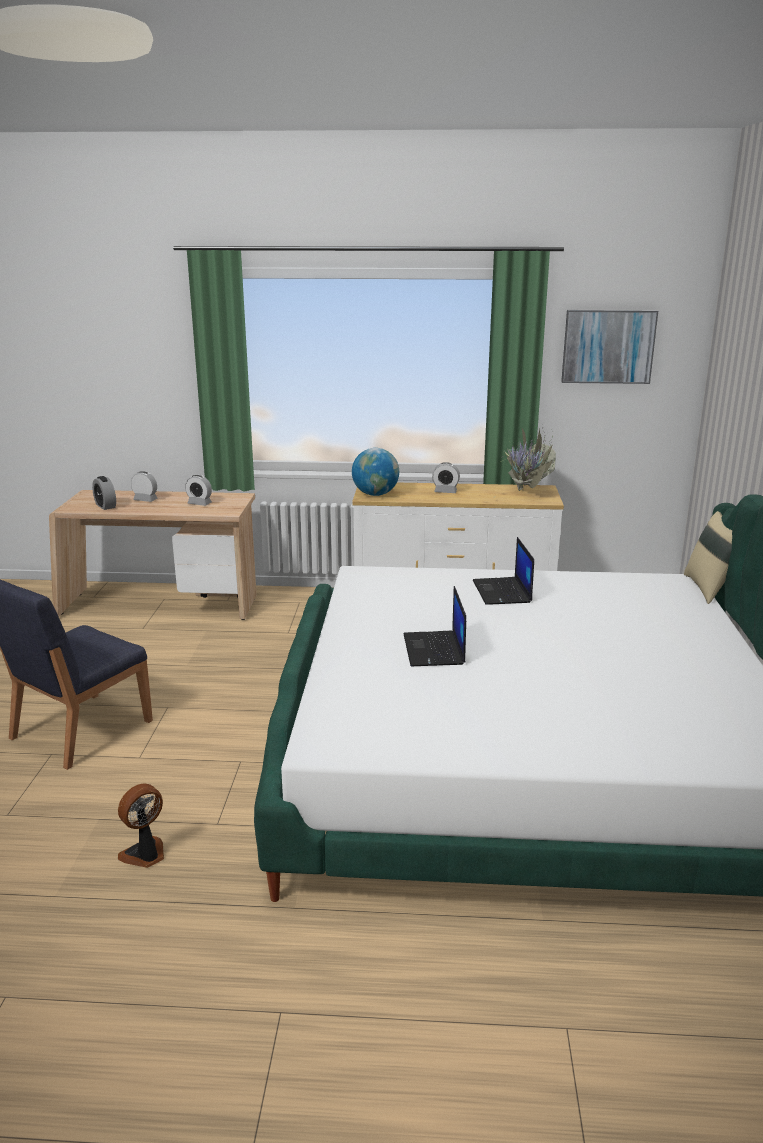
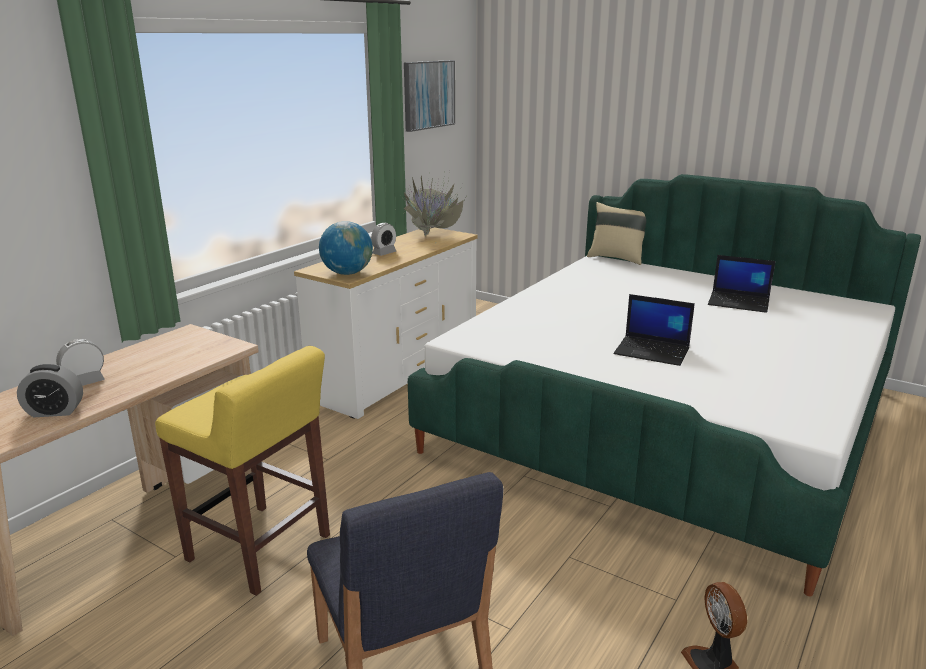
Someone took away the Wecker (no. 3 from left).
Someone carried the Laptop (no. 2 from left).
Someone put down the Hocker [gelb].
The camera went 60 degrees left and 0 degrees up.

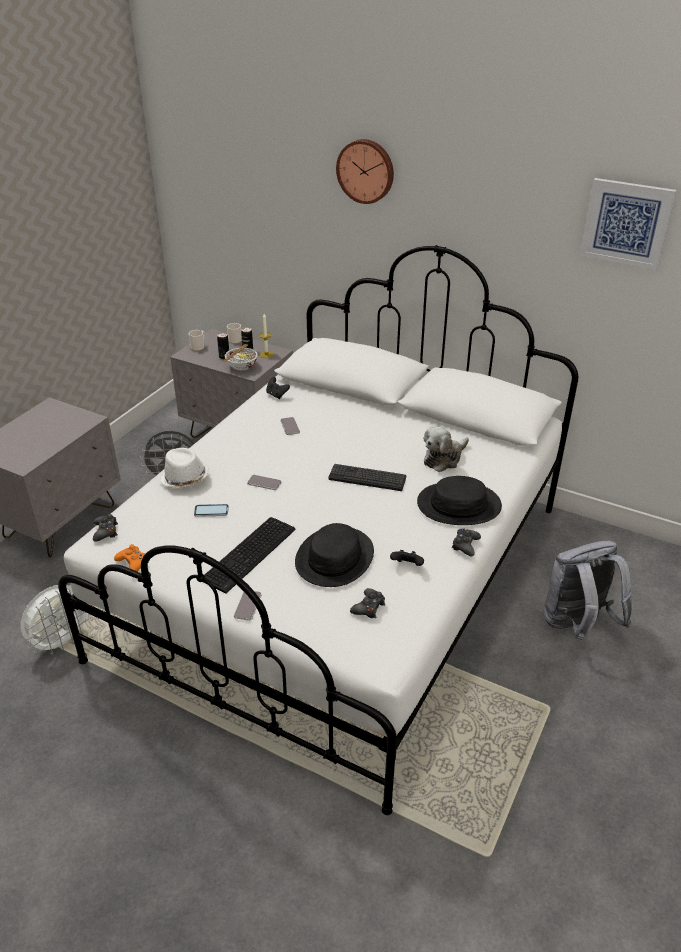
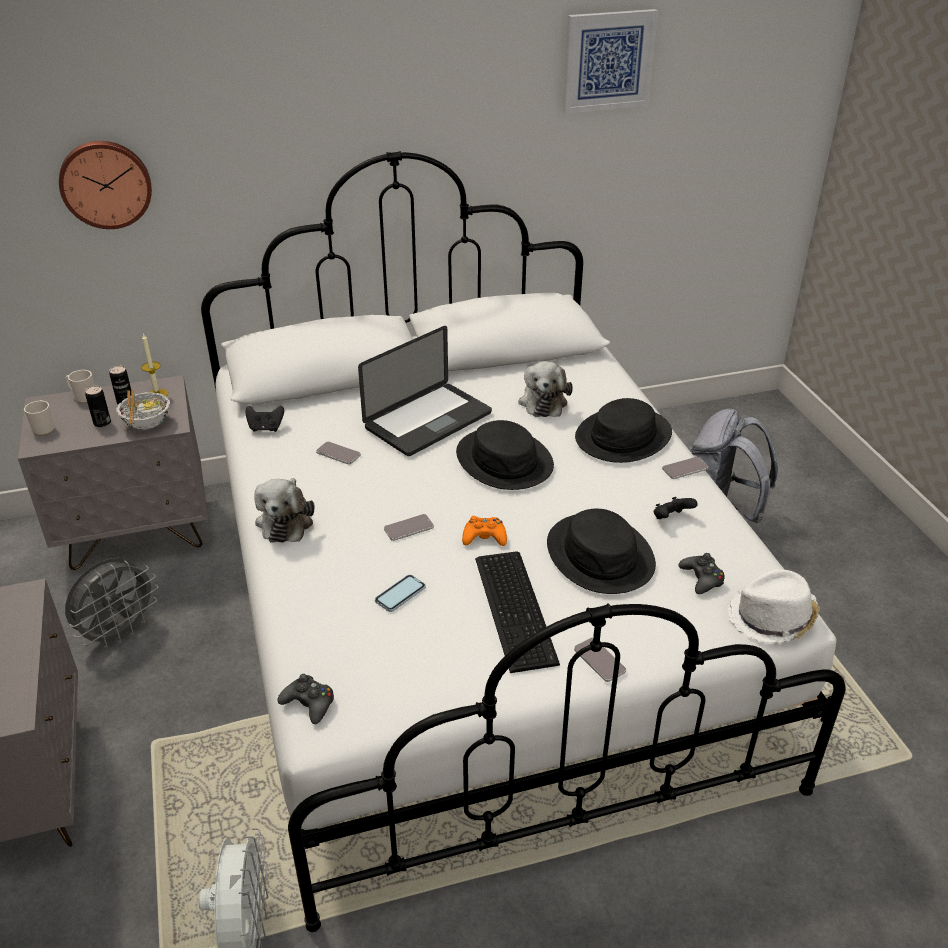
Someone carried the Wanduhr.
Someone carried the Hut [weiß].
Someone swapped the Tastatur (no. 2 from left) for the Hut [schwarz] (no. 1 from left).
Someone swapped the Gamepad [schwarz] (no. 5 from left) for the Handy (no. 5 from left).
Someone carried the Gamepad [orange].
Someone put down the Laptop.
Someone put down the Plüschtier (no. 1 from left).
The camera went 45 degrees left and 0 degrees up.

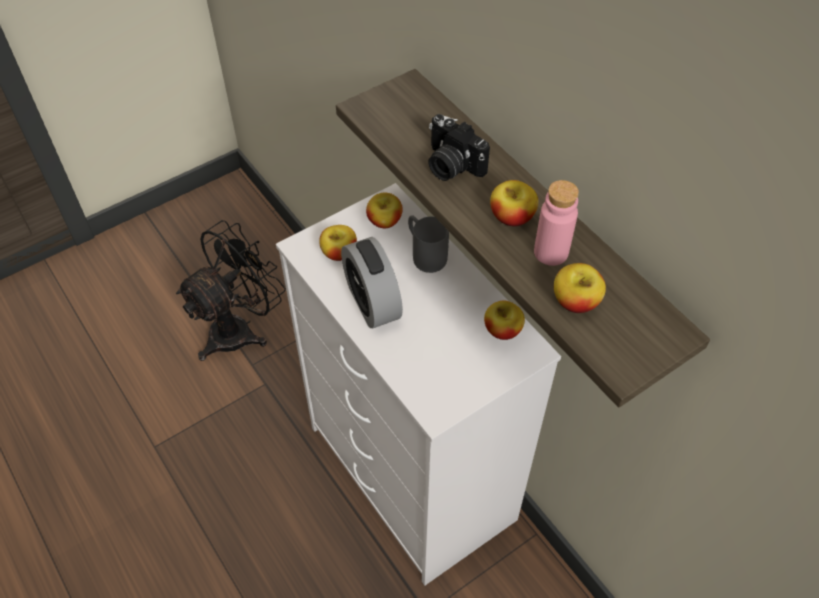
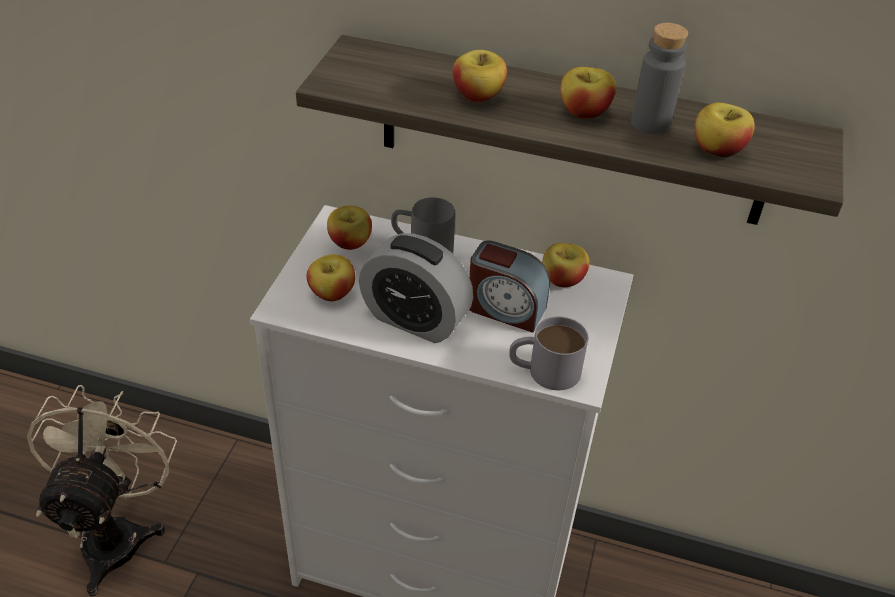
Someone swapped the Kamera for the Apfel (no. 3 from left).
Someone repainted the Flasche [rosa], which became the Flasche [grau].
Someone repainted the Ventilator [schwarz], which became the Ventilator [beige].
Someone put down the Wecker (no. 2 from left).
Someone put down the Henkelbecher [grau] (no. 2 from left).
The camera went 40 degrees left and 10 degrees down.

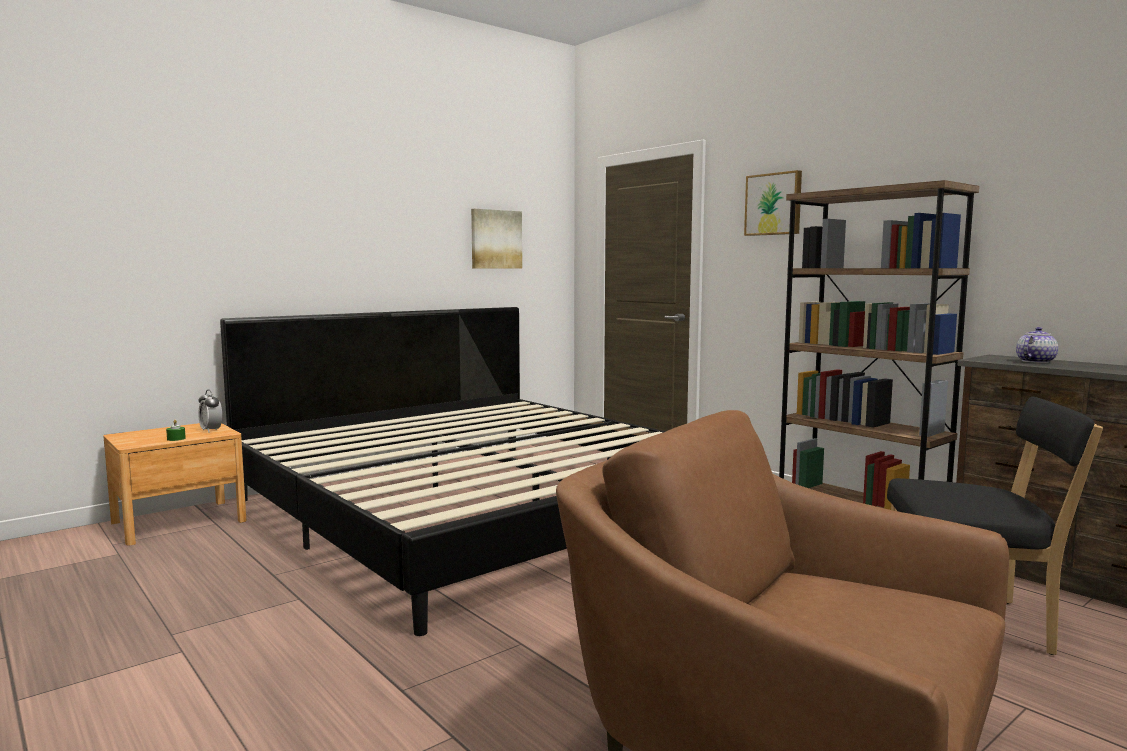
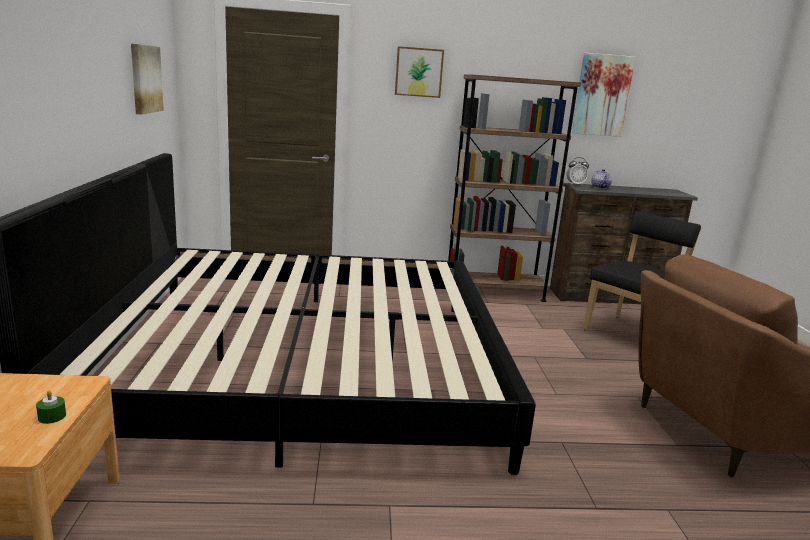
Someone carried the Wecker.
Someone put up the Bild (no. 3 from left).
The camera went 55 degrees left and 10 degrees up.

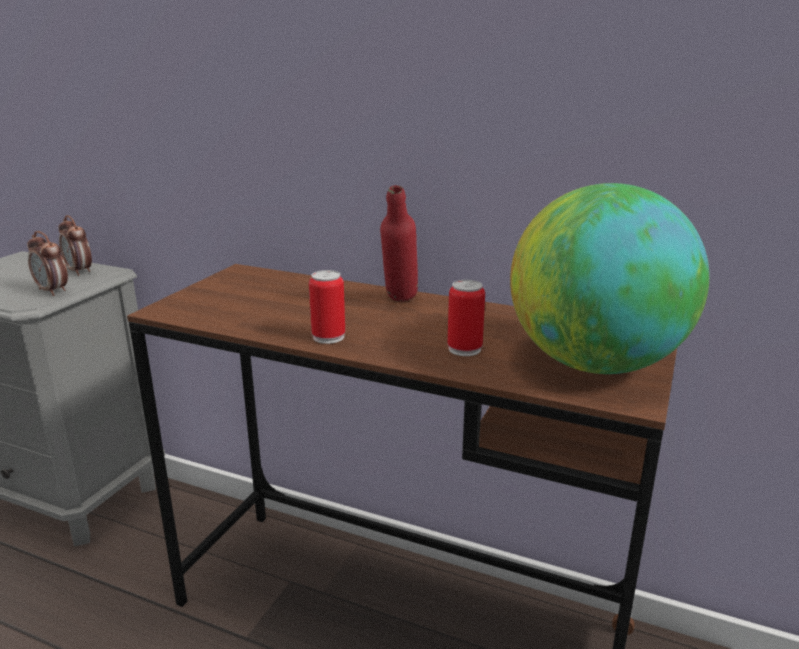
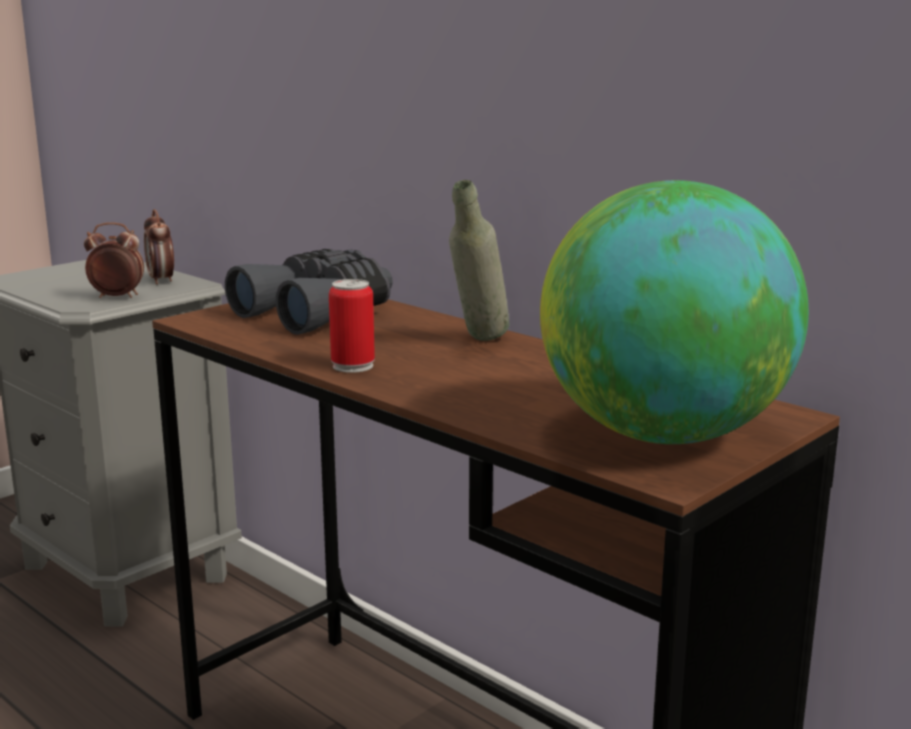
Someone repainted the Flasche [rot], which became the Flasche [grau].
Someone rotated the Wecker (no. 1 from left) by 120 degrees clockwise.
Someone took away the Dose (no. 2 from left).
Someone put down the Fernglas [grau].
The camera went 20 degrees right and 5 degrees down.

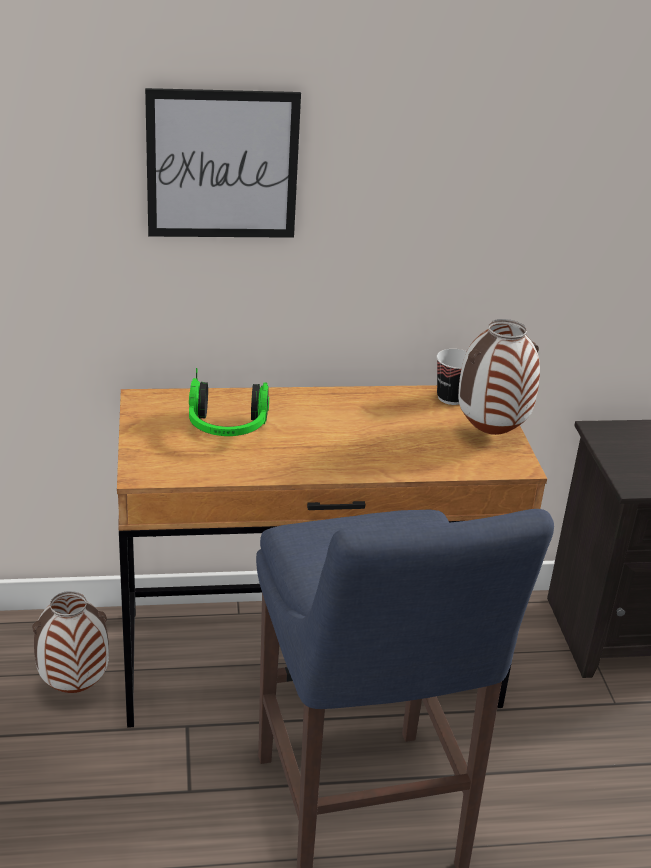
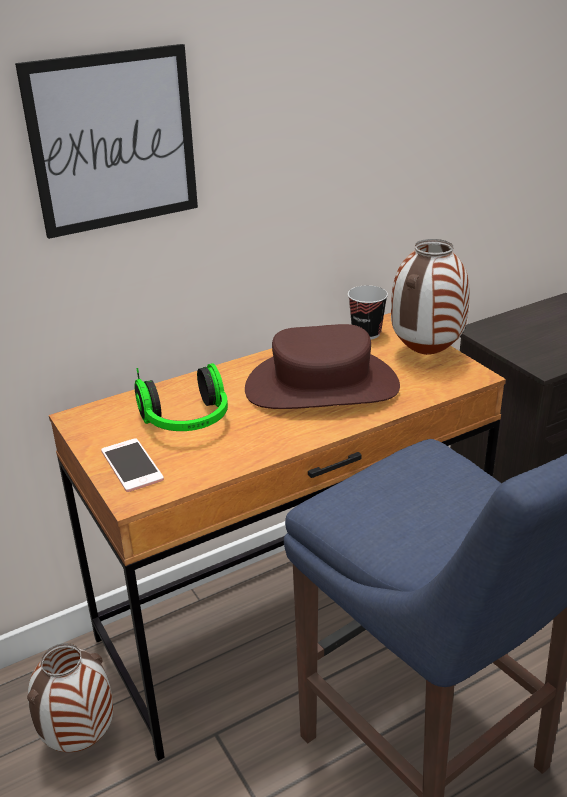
Someone put down the Hut [braun].
Someone put down the Handy.
The camera went 20 degrees left and 0 degrees up.

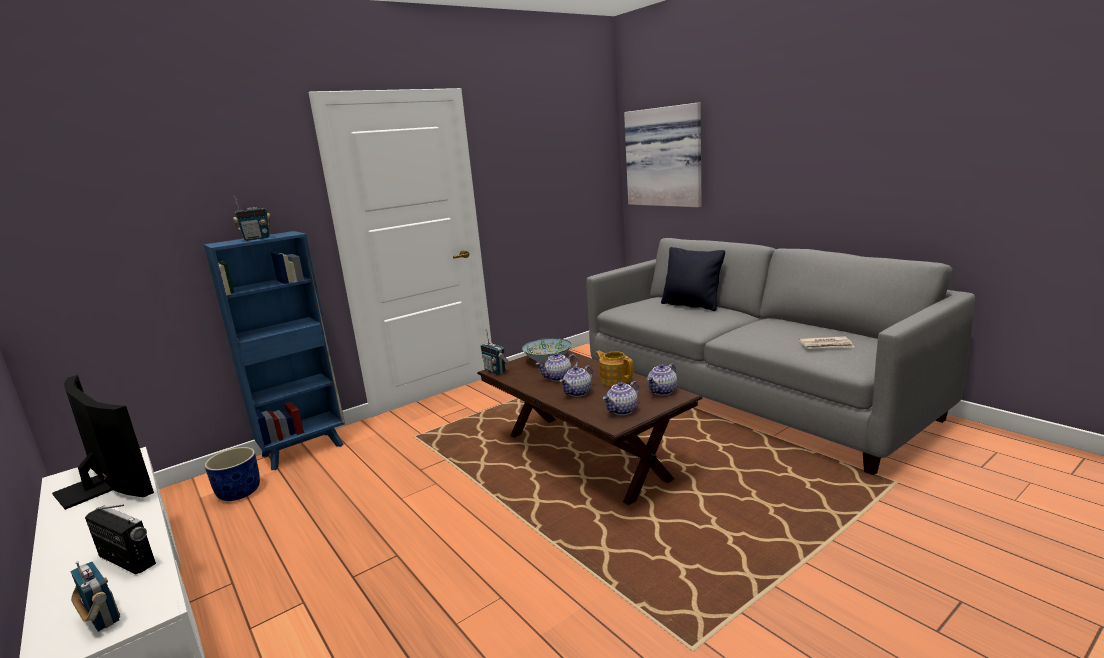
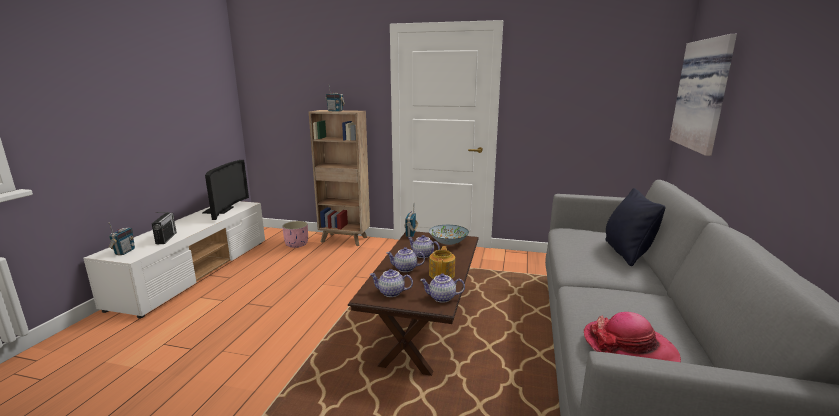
Someone repainted the Bücherregal [blau], which became the Bücherregal [braun].
Someone swapped the Zeitung for the Hut.
Someone repainted the Pflanzkübel [blau], which became the Pflanzkübel [rosa].
The camera went 50 degrees right and 0 degrees up.

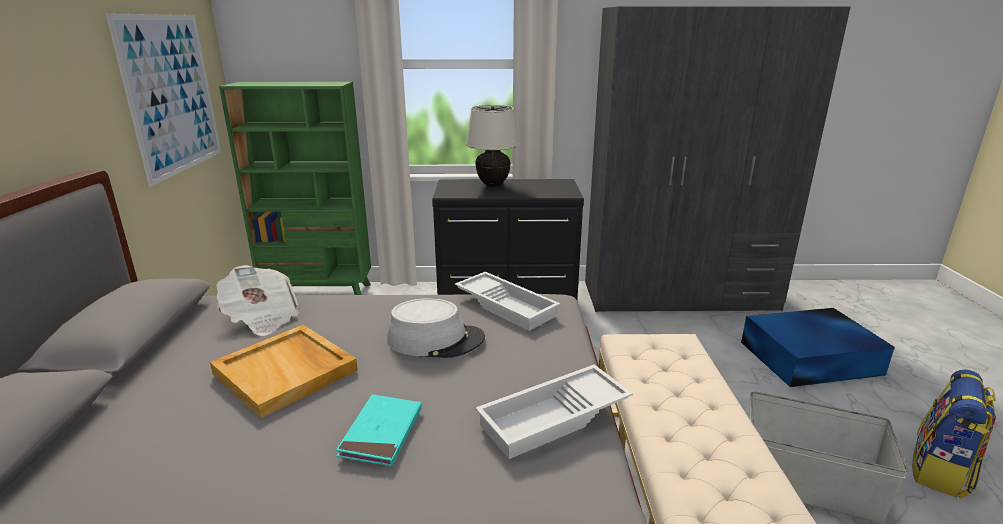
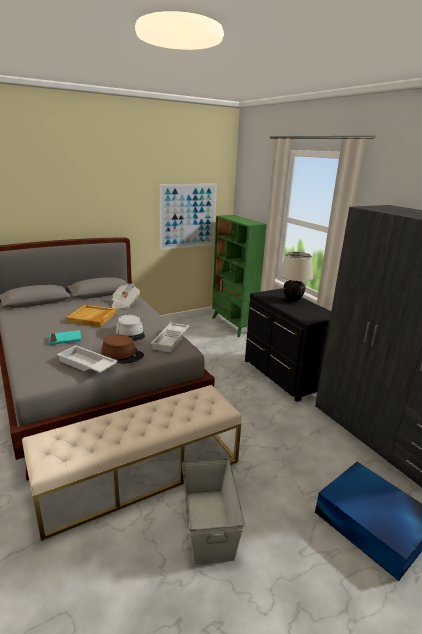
Someone took away the Rucksack.
Someone put down the Hut [braun].
The camera went 60 degrees right and 0 degrees up.

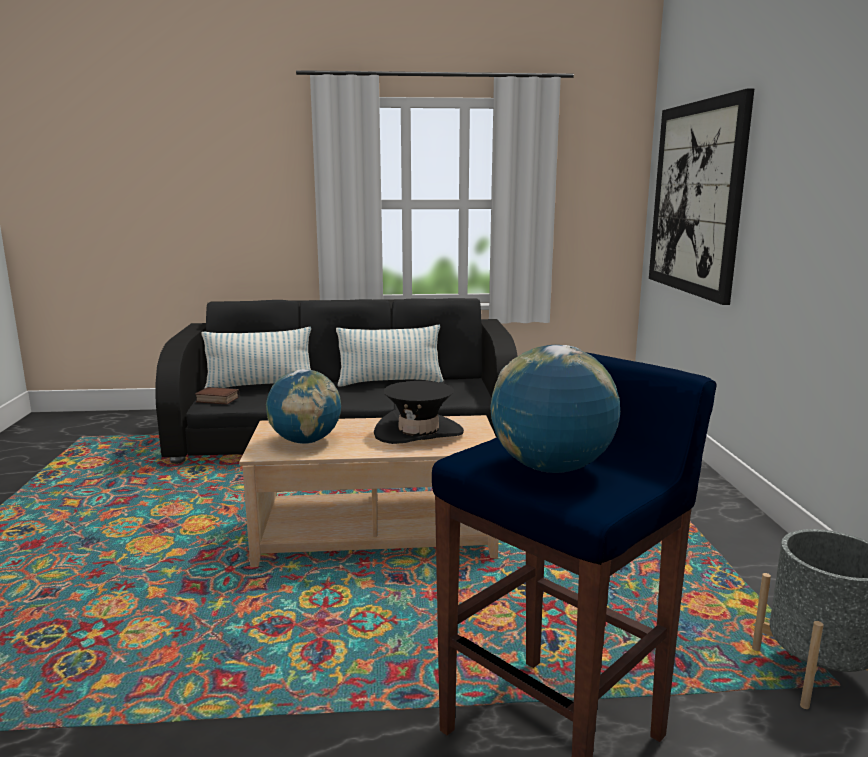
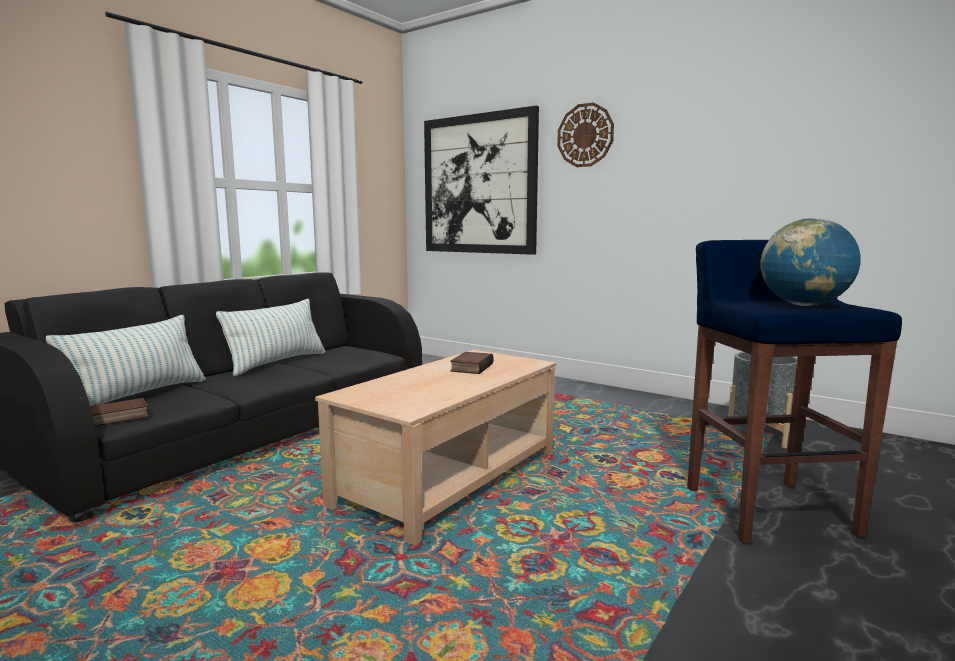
Someone took away the Globus (no. 1 from left).
Someone swapped the Hut [schwarz] for the Buch (no. 2 from left).
Someone put up the Wanduhr.
The camera went 50 degrees left and 5 degrees down.

